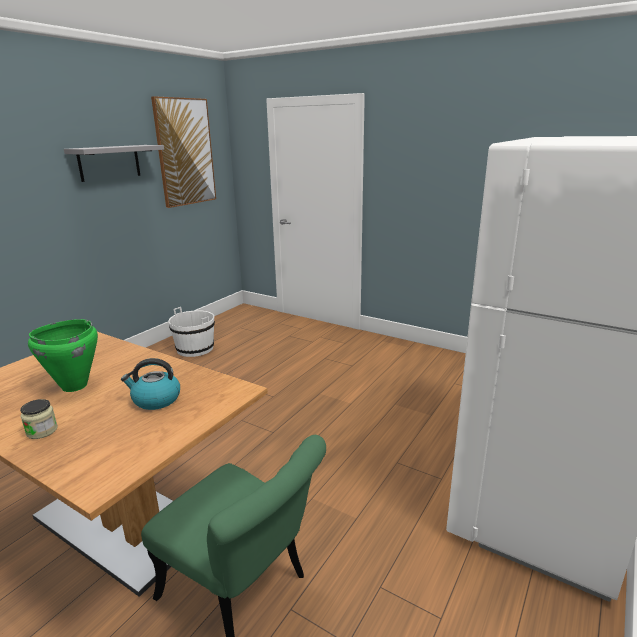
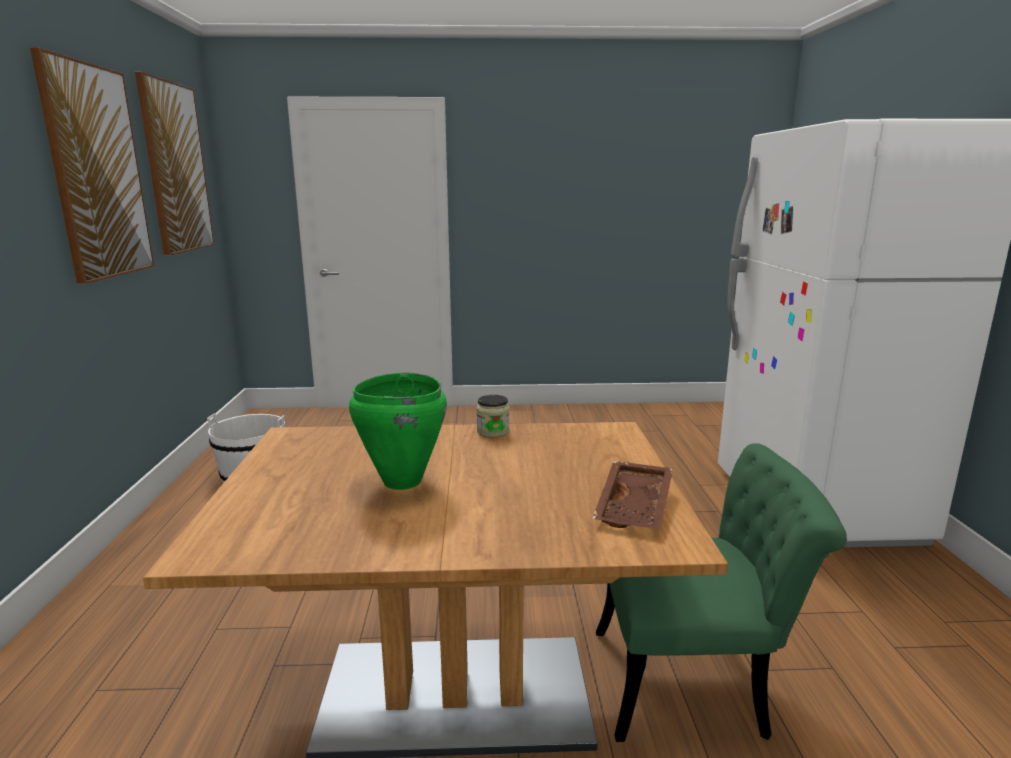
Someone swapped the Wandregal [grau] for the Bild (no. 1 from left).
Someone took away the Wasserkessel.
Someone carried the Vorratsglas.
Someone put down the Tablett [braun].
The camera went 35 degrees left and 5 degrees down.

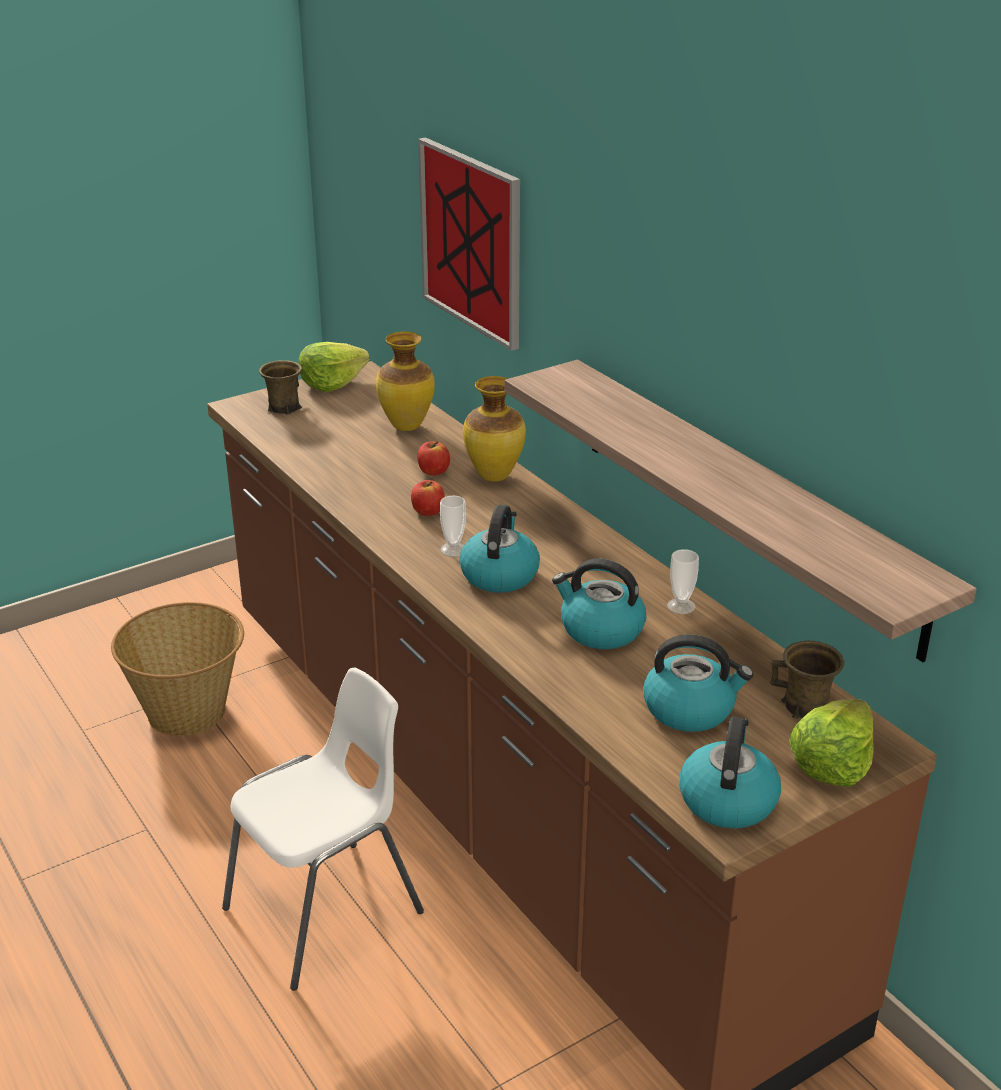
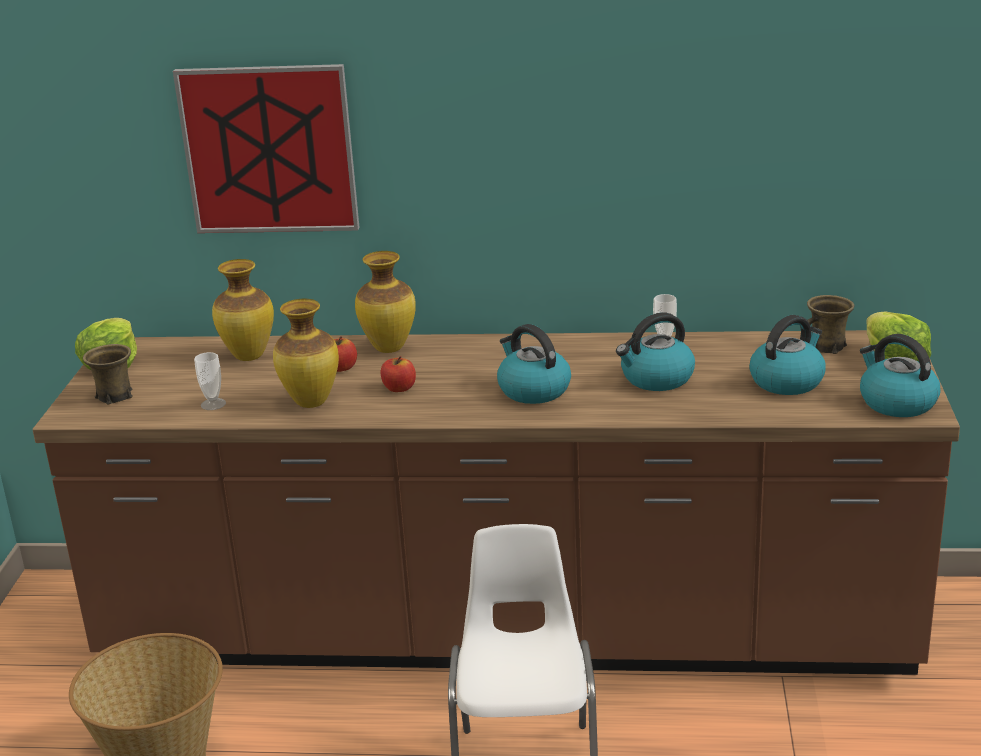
Someone took away the Wandregal.
Someone carried the Tasse (no. 1 from left).
Someone put down the Vase (no. 2 from left).
The camera went 50 degrees left and 5 degrees down.

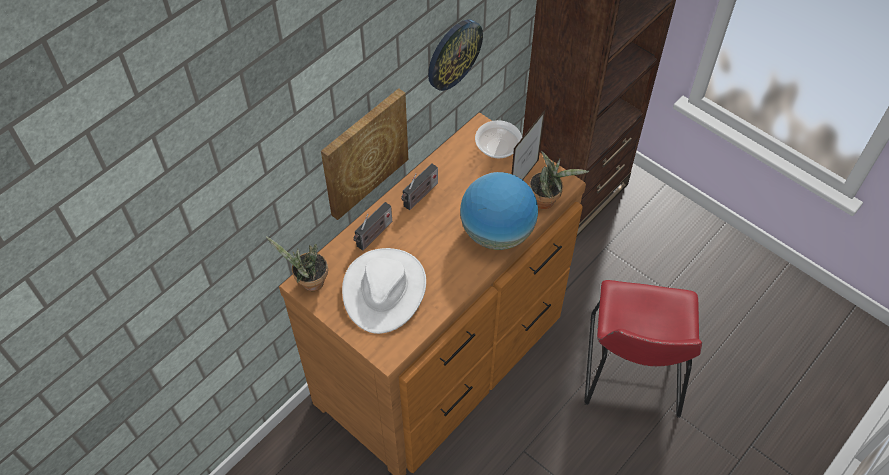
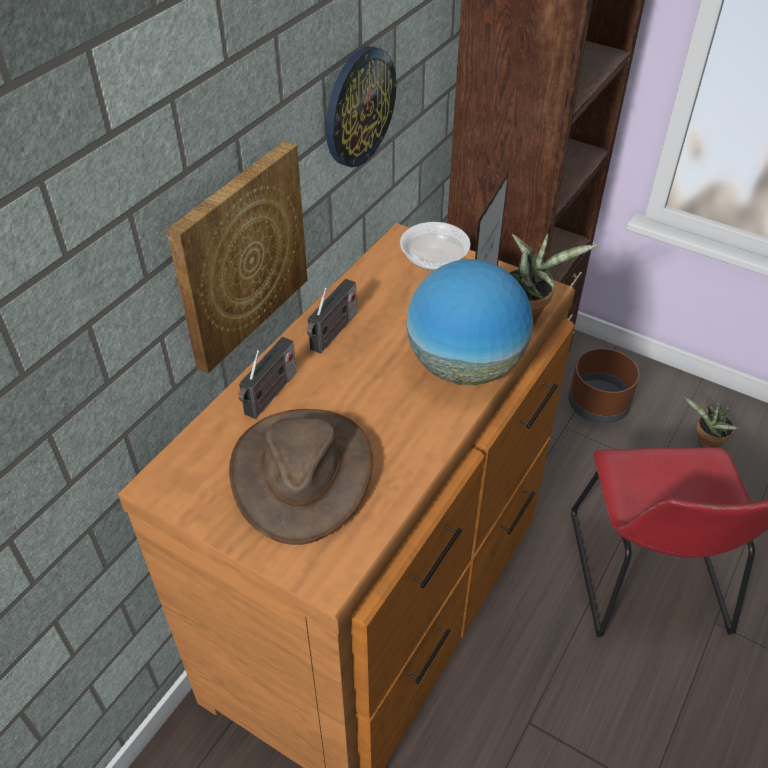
Someone carried the Topfpflanze (no. 1 from left in the first image).
Someone repainted the Hut [weiß], which became the Hut [braun].
Someone put down the Pflanzkübel [braun].
The camera went 10 degrees left and 10 degrees down.

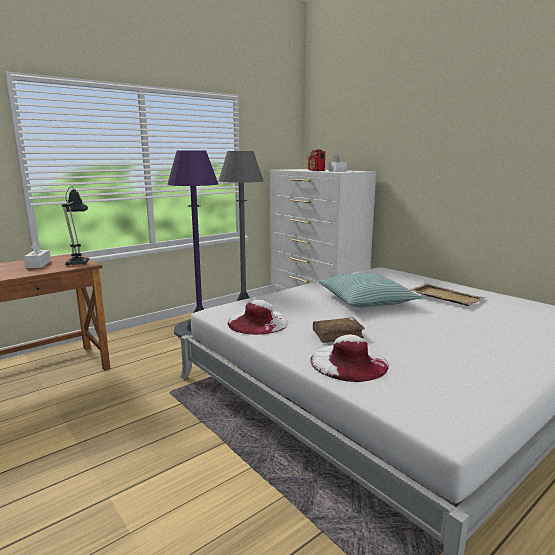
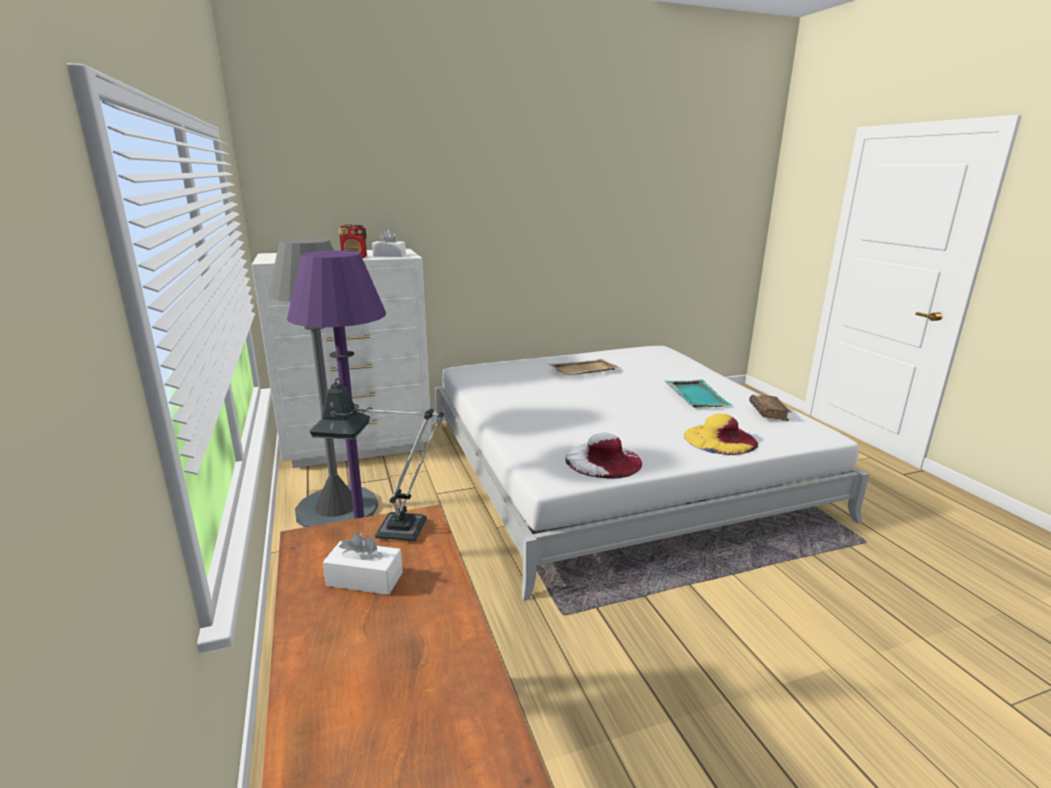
Someone took away the Kissen.
Someone carried the Buch [braun].
Someone repainted the Hut [weiß] (no. 2 from left), which became the Hut [gelb].
Someone put down the Tablett [türkis].
The camera went 70 degrees left and 5 degrees up.

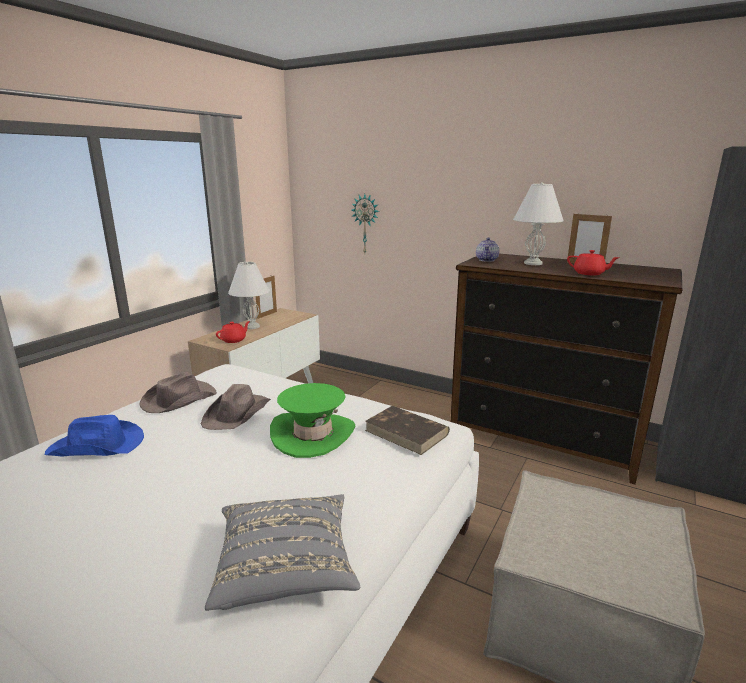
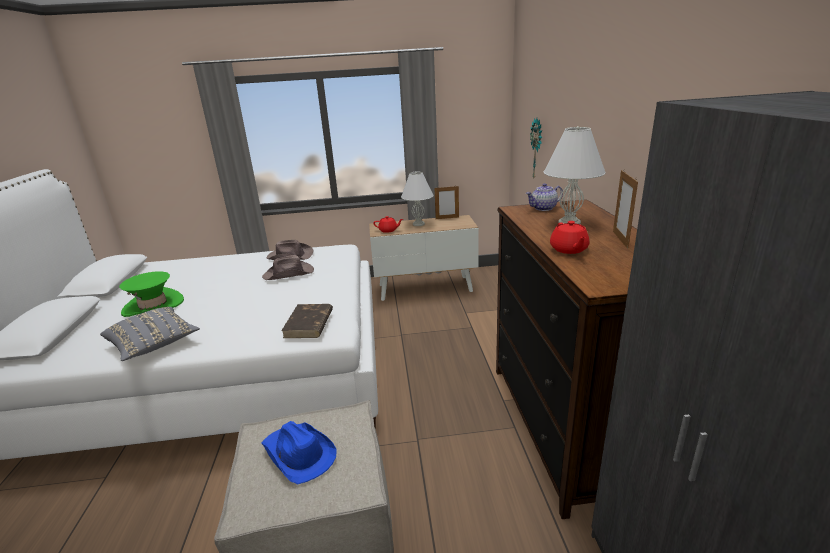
Someone carried the Hut [grün].
Someone carried the Hut [blau].
The camera went 55 degrees right and 5 degrees up.

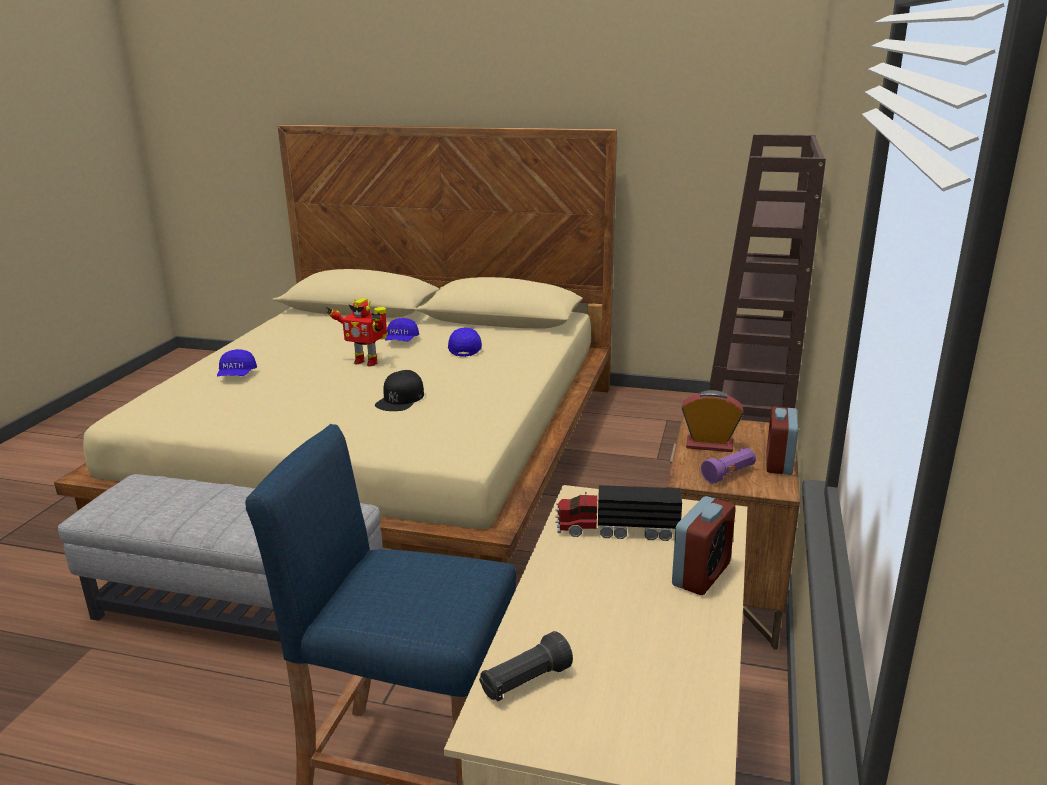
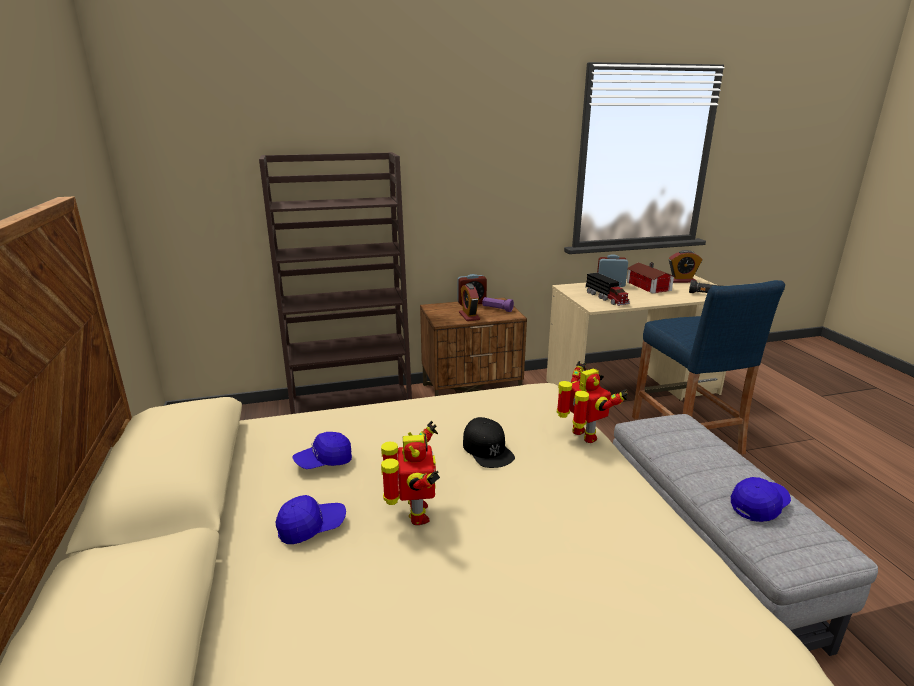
Someone carried the Kappe [blau] (no. 1 from left in the first image).
Someone rotated the Kappe [schwarz] by 75 degrees clockwise.
Someone put down the Wecker (no. 4 from left).
Someone put down the Spielzeughaus.
Someone put down the Spielzeugroboter (no. 2 from left).
The camera went 120 degrees left and 0 degrees up.

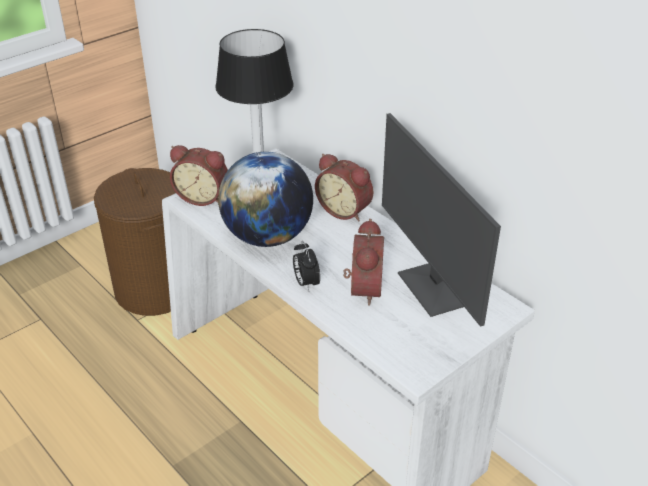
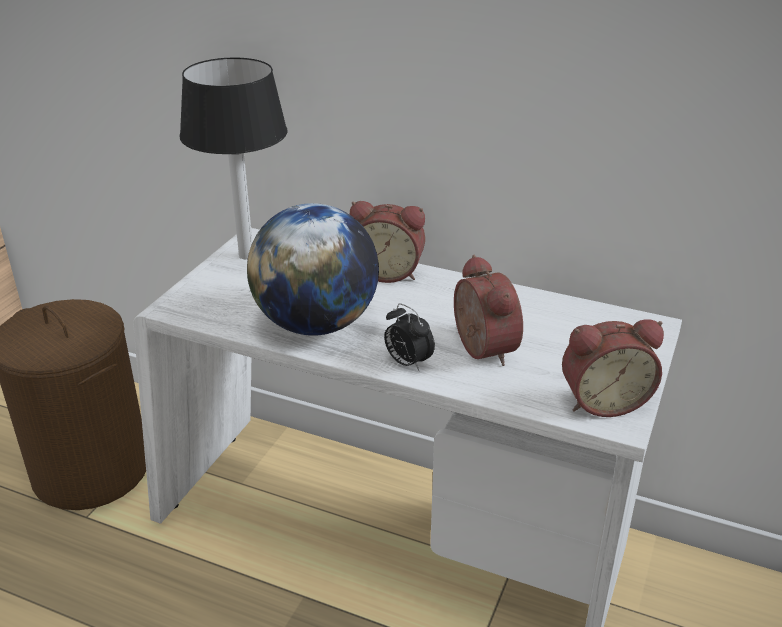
Someone took away the Monitor.
Someone carried the Wecker (no. 1 from left in the first image).
The camera went 25 degrees left and 5 degrees down.

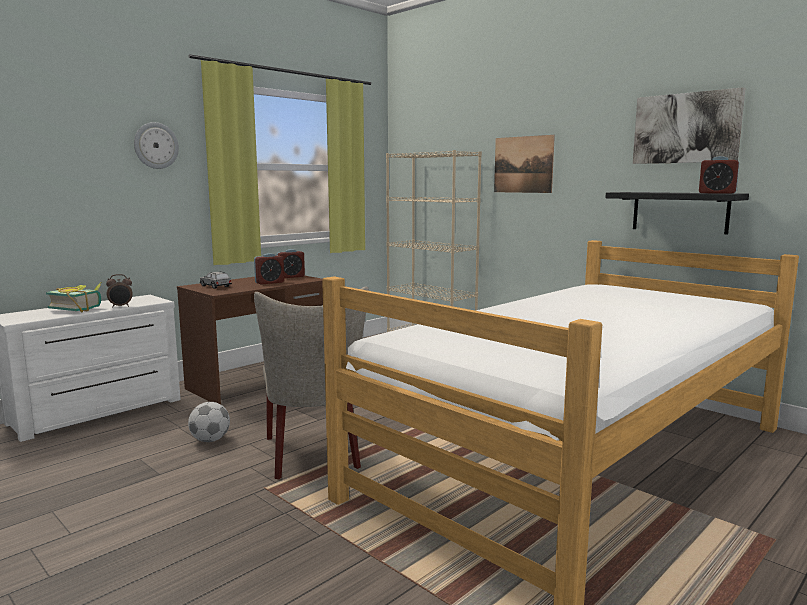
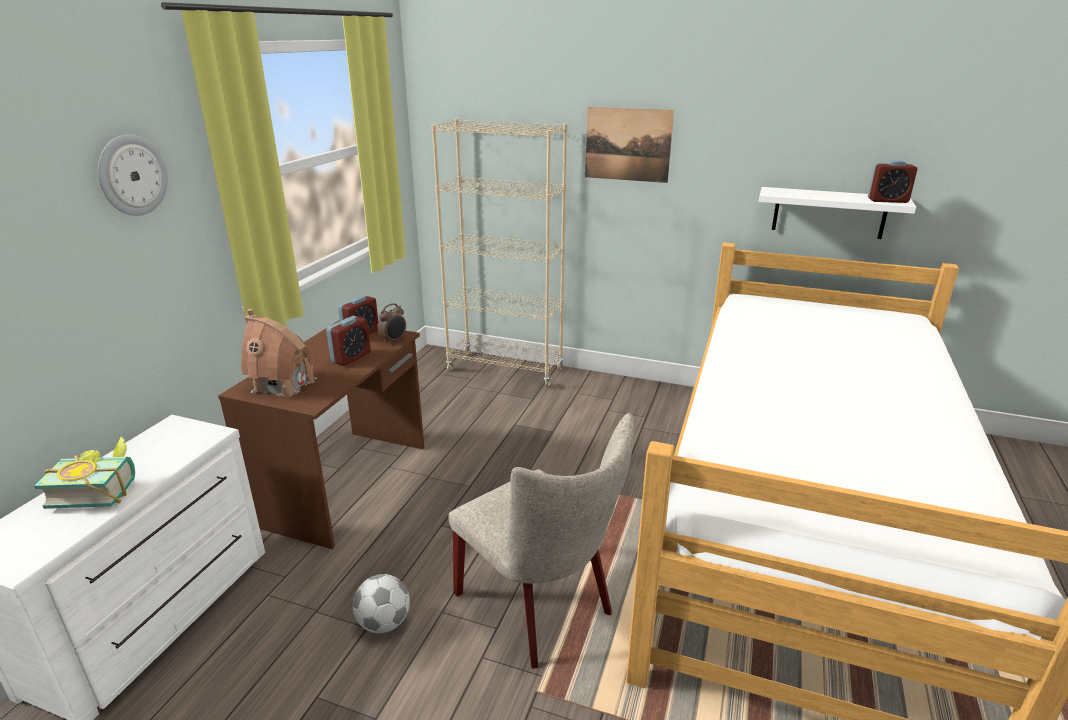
Someone took away the Bild (no. 2 from left).
Someone repainted the Wandregal [schwarz], which became the Wandregal [weiß].
Someone swapped the Spielzeugauto [grau] for the Spielzeughaus.
Someone carried the Wecker (no. 1 from left in the first image).
The camera went 25 degrees left and 15 degrees up.

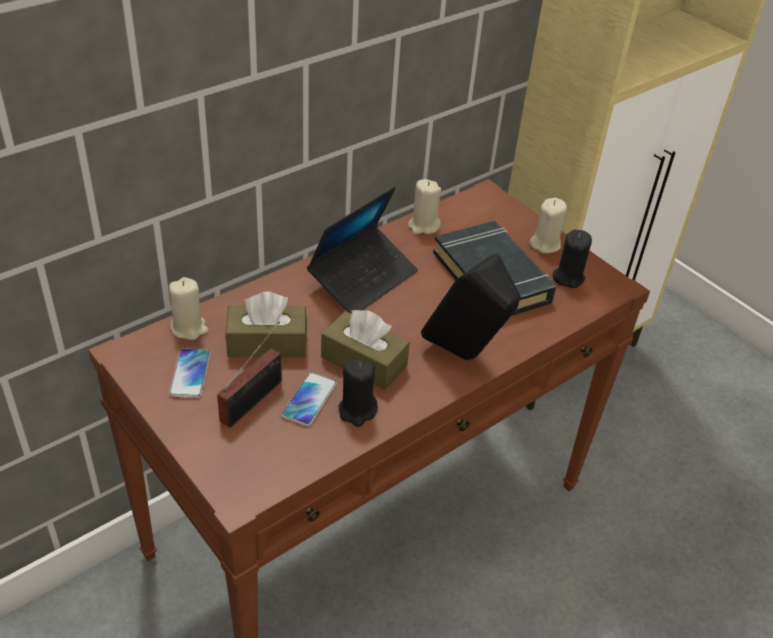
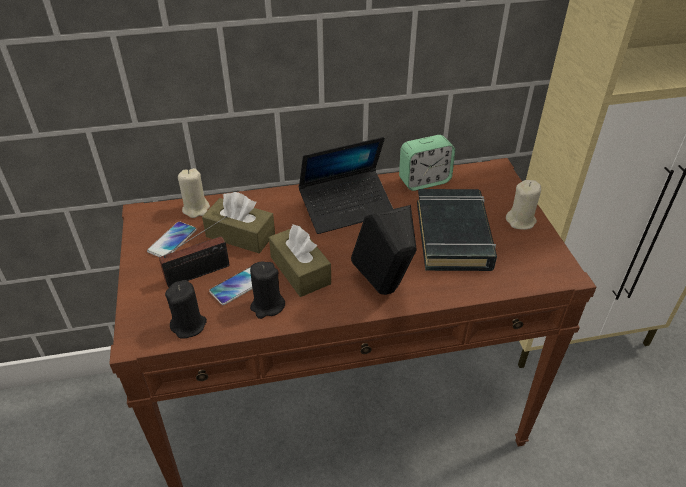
Someone swapped the Kerze [beige] (no. 2 from left) for the Wecker.
Someone carried the Kerze [schwarz] (no. 2 from left in the first image).
The camera went 30 degrees right and 0 degrees up.

